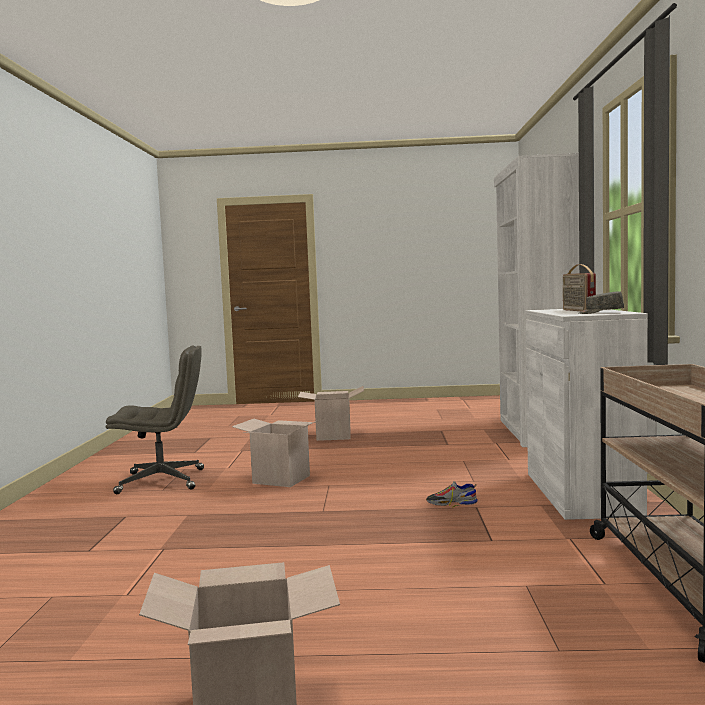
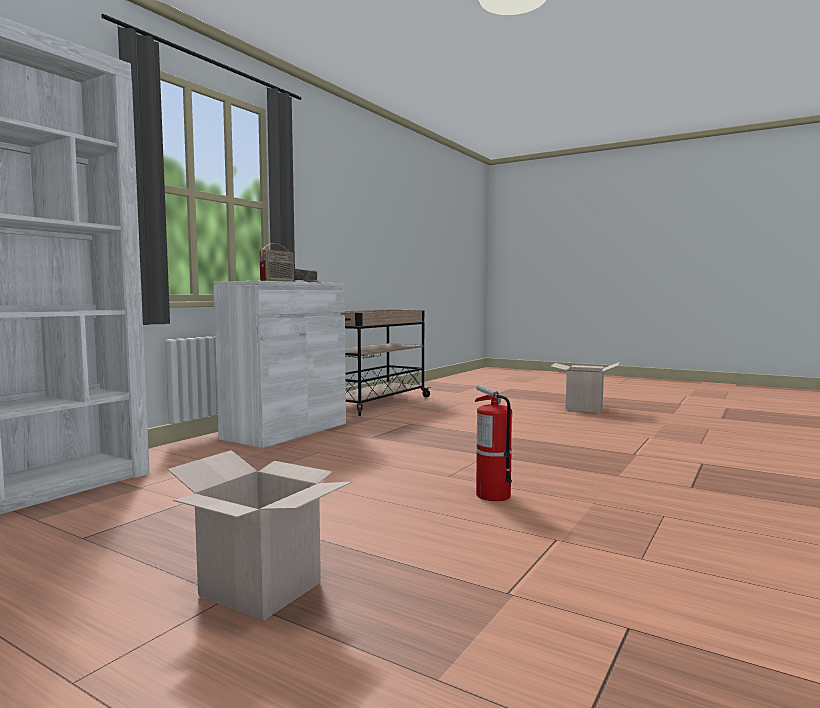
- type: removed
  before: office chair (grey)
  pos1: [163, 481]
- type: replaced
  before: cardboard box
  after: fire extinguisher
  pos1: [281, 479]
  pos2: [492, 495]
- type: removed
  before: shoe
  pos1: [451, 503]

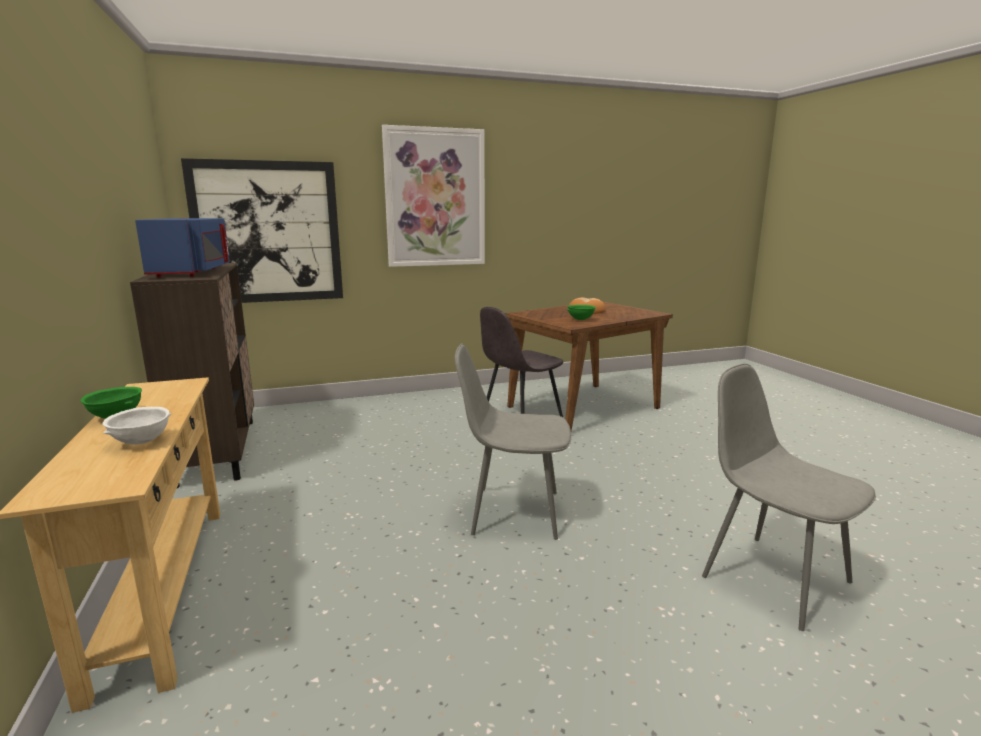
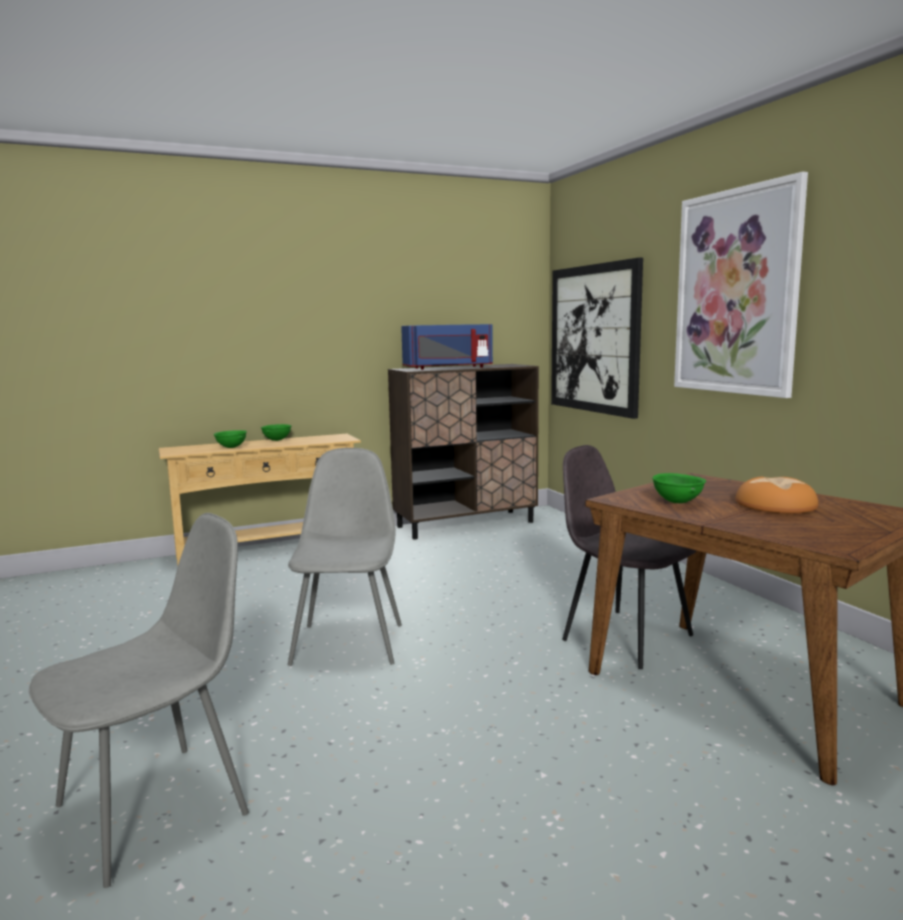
- type: recoloured
  before: bowl (white)
  after: bowl (green)
  pos1: [142, 442]
  pos2: [231, 447]

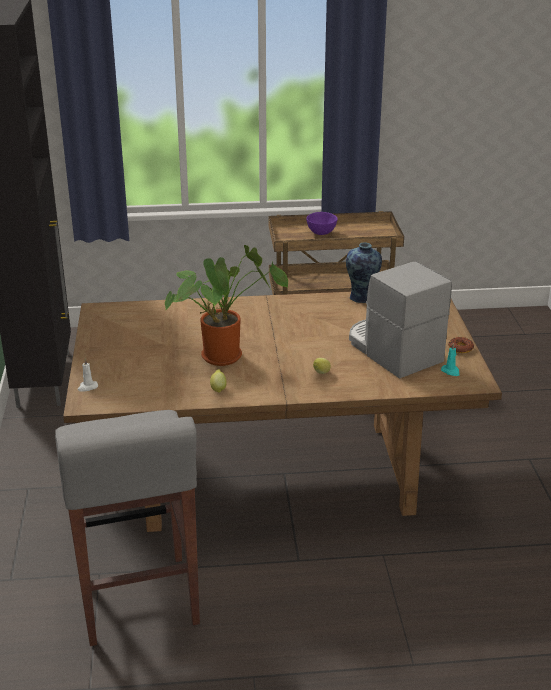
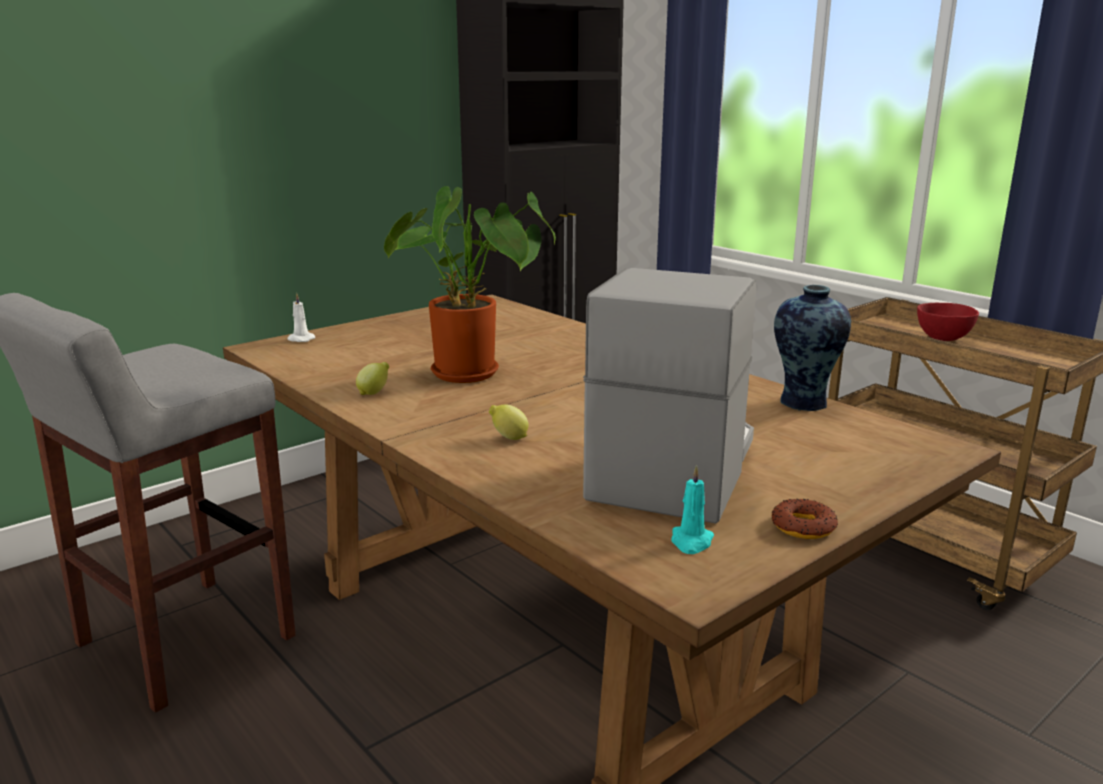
- type: recoloured
  before: bowl (purple)
  after: bowl (red)
  pos1: [322, 233]
  pos2: [943, 339]

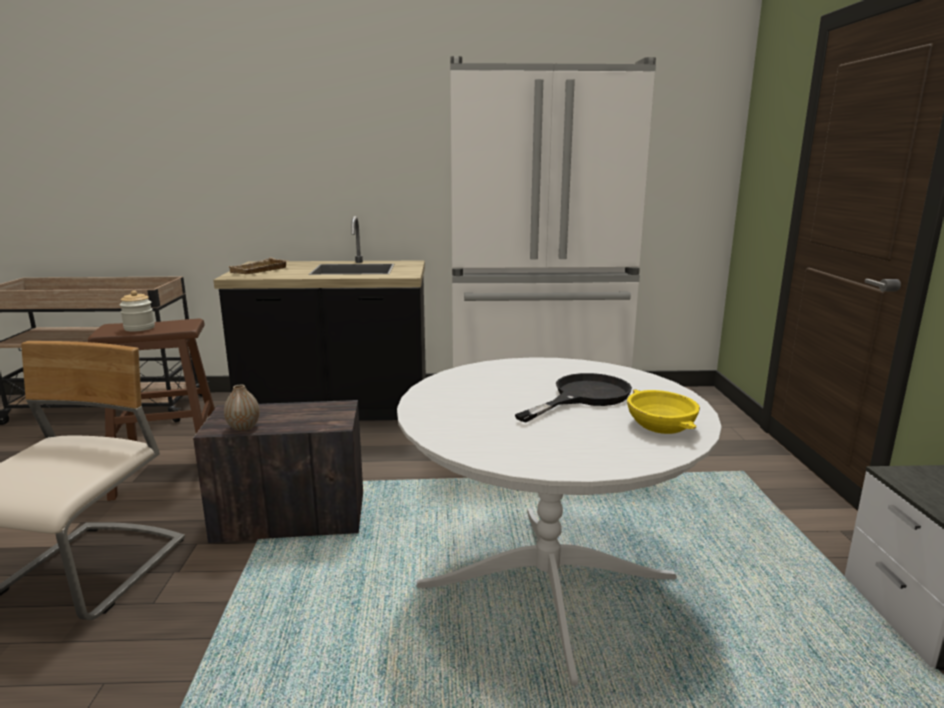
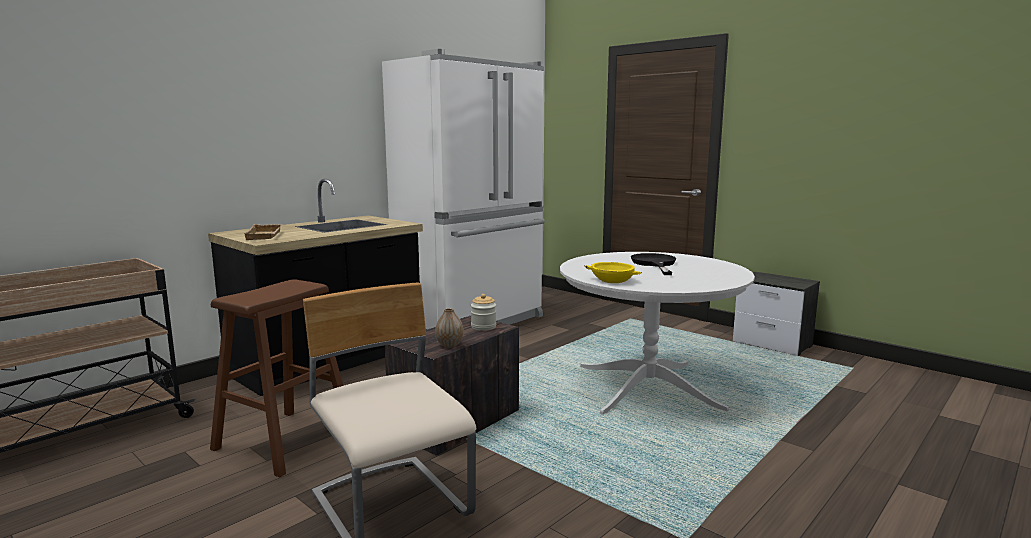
- type: moved
  before: jar
  pos1: [139, 328]
  pos2: [483, 327]
- type: moved
  before: bowl (yellow)
  pos1: [662, 426]
  pos2: [612, 280]

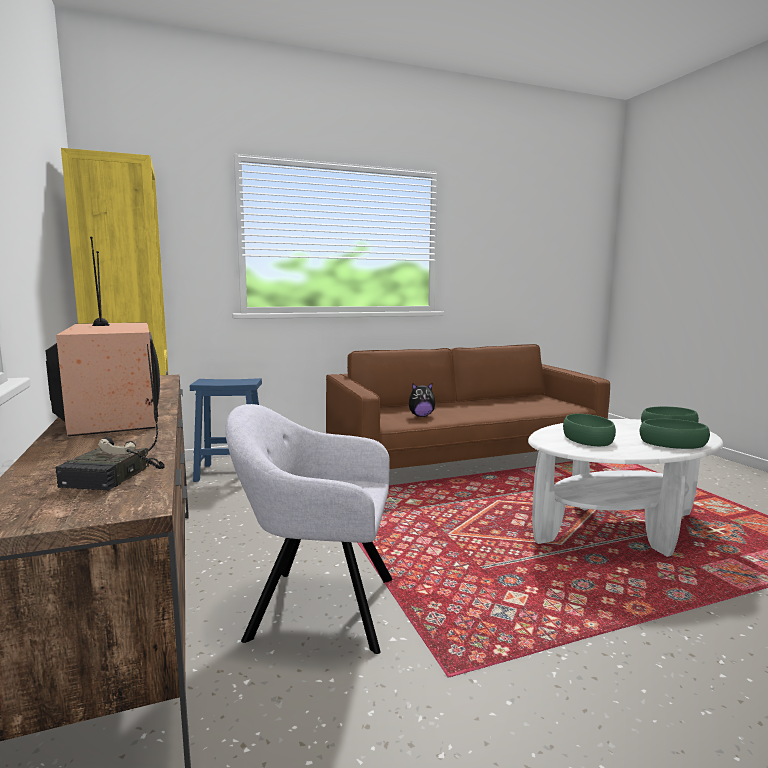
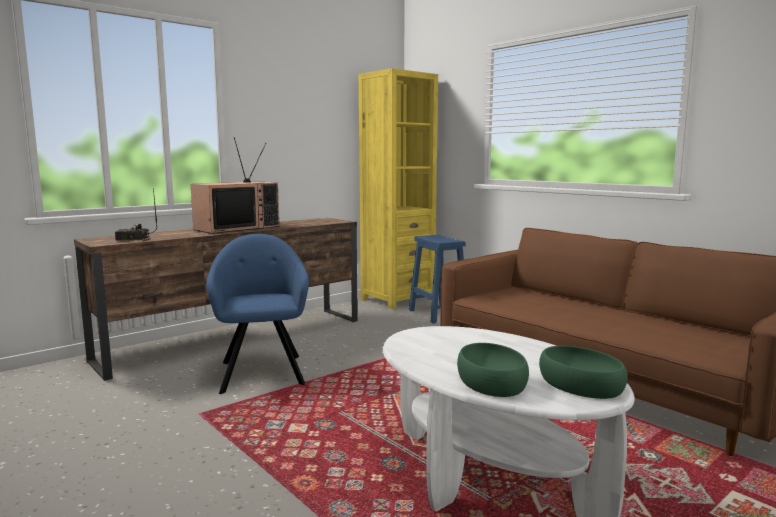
- type: removed
  before: plush toy
  pos1: [421, 416]
- type: recoloured
  before: armchair (grey)
  after: armchair (blue)
  pos1: [316, 607]
  pos2: [262, 371]
- type: removed
  before: bowl (green)
  pos1: [588, 438]

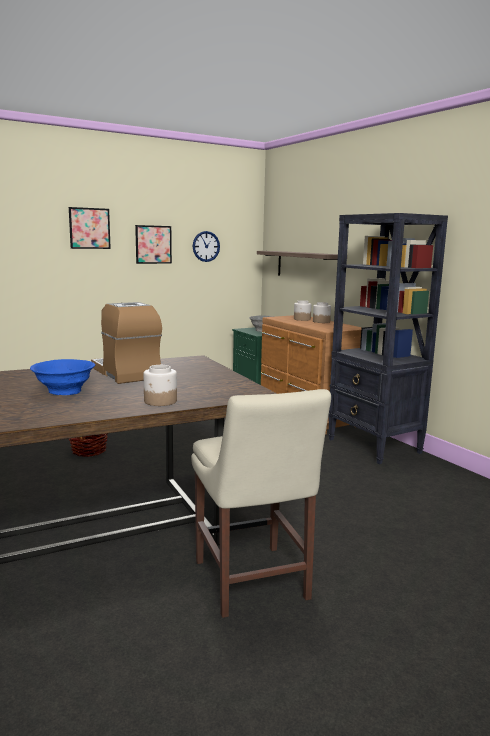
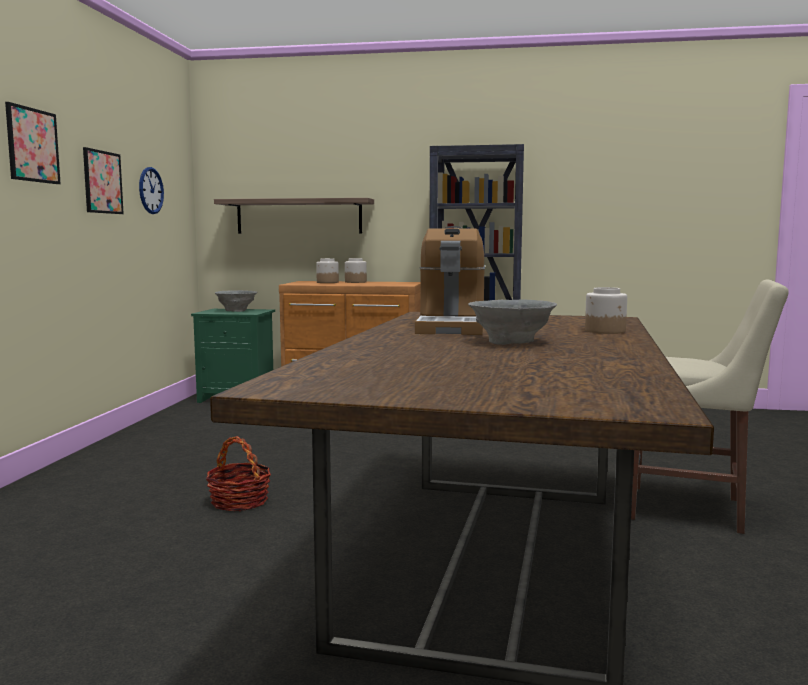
- type: turned
  before: coffee machine
  pos1: [126, 373]
  pos2: [451, 327]
  turn: -90
- type: recoloured
  before: bowl (blue)
  after: bowl (grey)
  pos1: [64, 392]
  pos2: [511, 342]

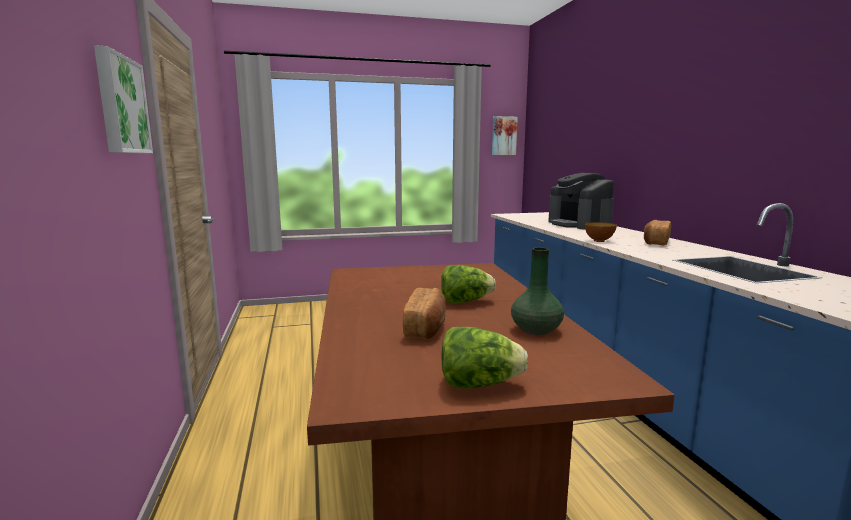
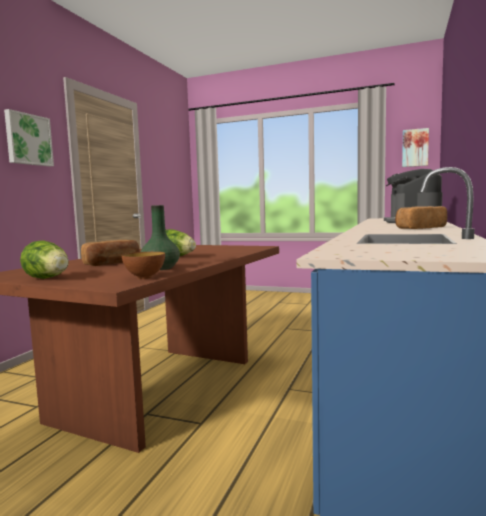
- type: moved
  before: bowl
  pos1: [599, 241]
  pos2: [145, 277]

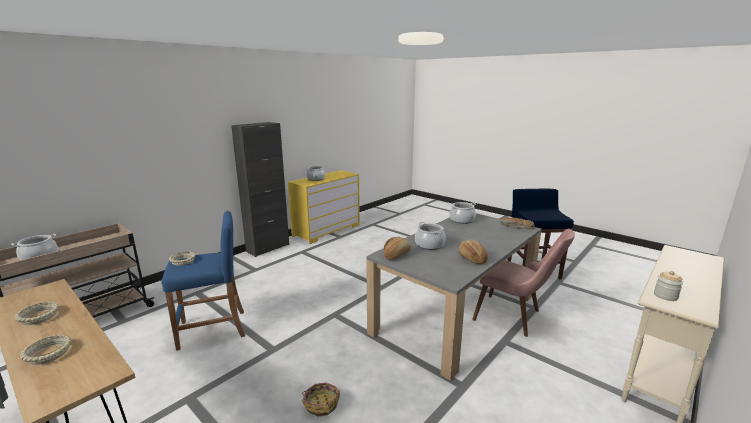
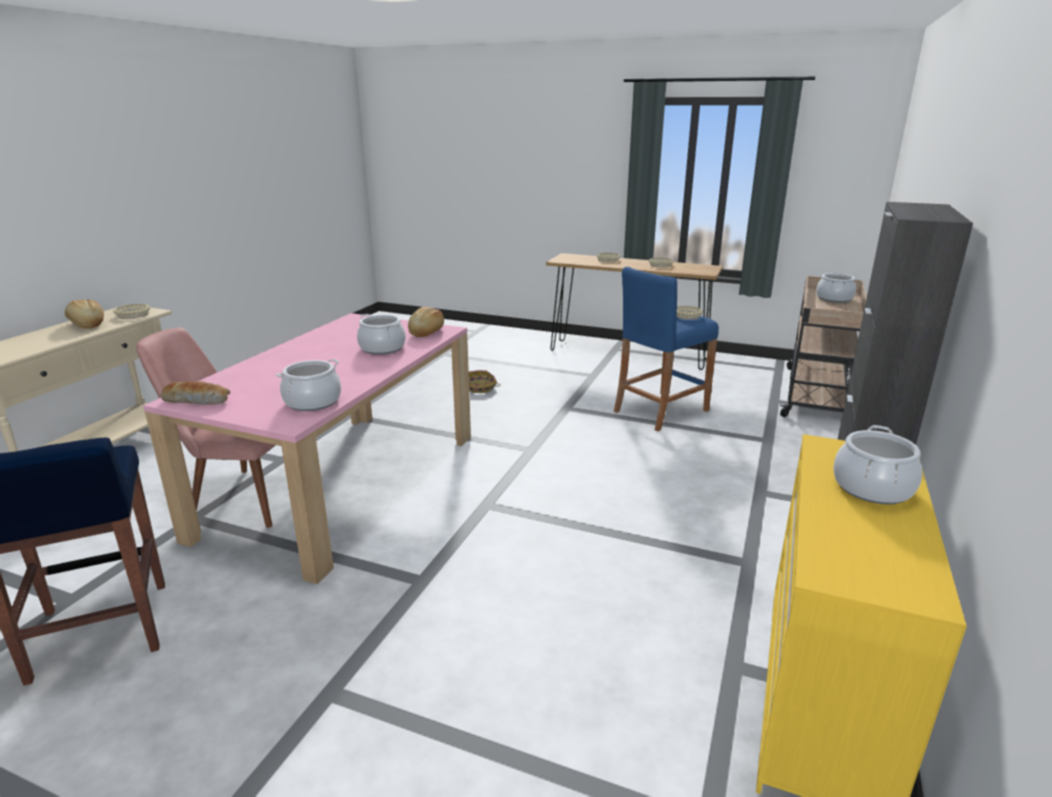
- type: recoloured
  before: dining table (grey)
  after: dining table (pink)
  pos1: [456, 313]
  pos2: [343, 483]
- type: moved
  before: bread
  pos1: [471, 258]
  pos2: [86, 325]
- type: replaced
  before: jar
  after: bowl (beige)
  pos1: [665, 296]
  pos2: [133, 315]

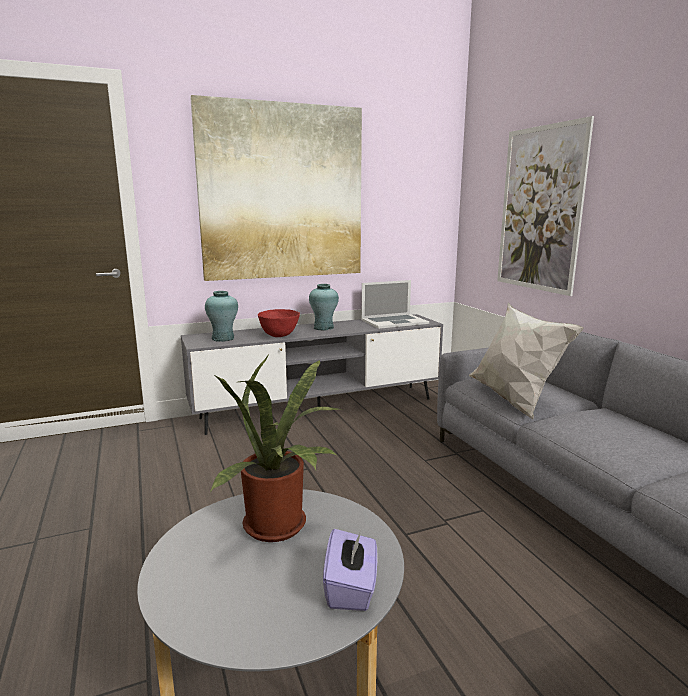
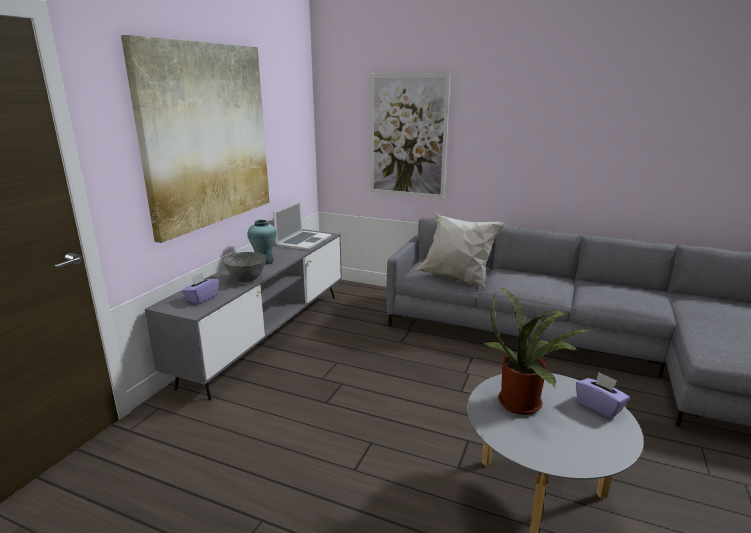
- type: replaced
  before: vase (turquoise)
  after: tissue box (purple)
  pos1: [223, 338]
  pos2: [202, 298]
- type: recoloured
  before: bowl (red)
  after: bowl (grey)
  pos1: [279, 336]
  pos2: [246, 280]

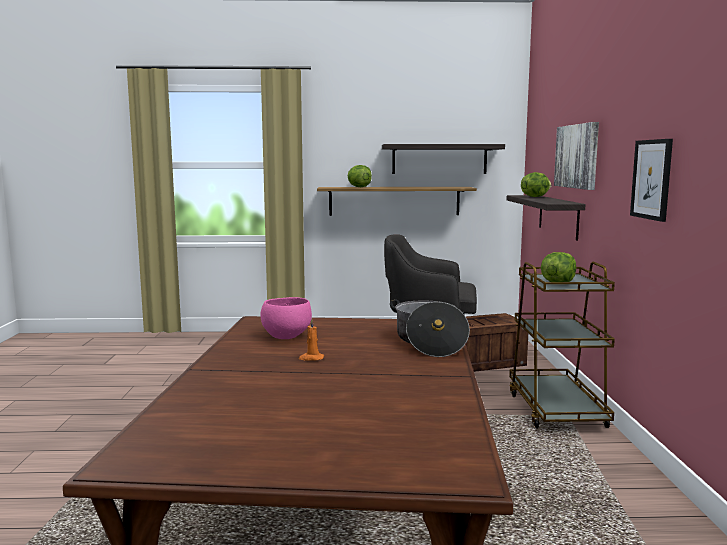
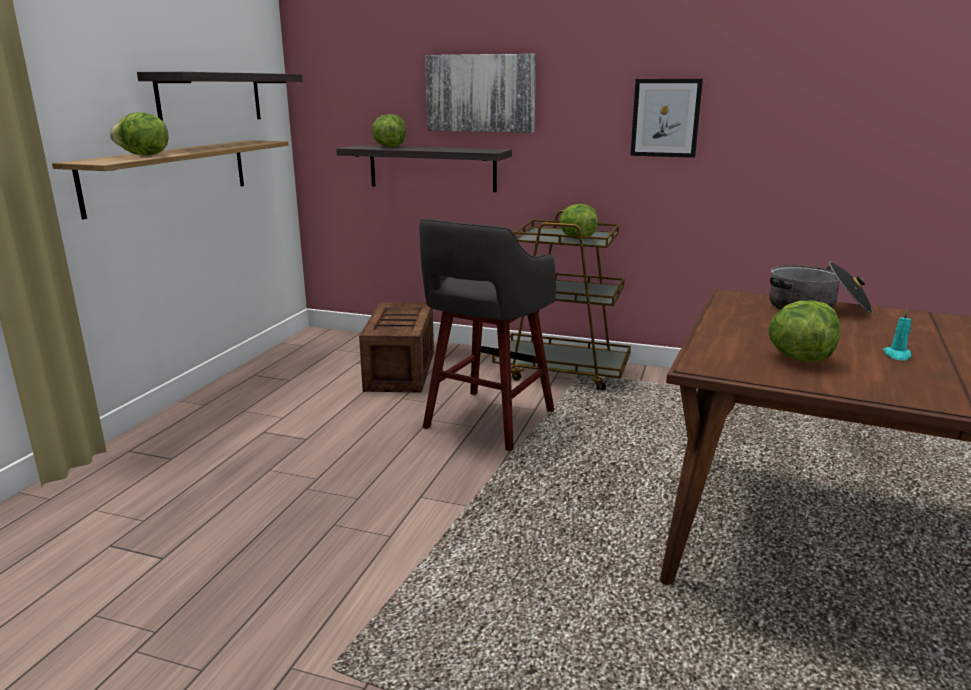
- type: replaced
  before: bowl (pink)
  after: lettuce
  pos1: [285, 336]
  pos2: [799, 358]
- type: recoloured
  before: candle (orange)
  after: candle (turquoise)
  pos1: [311, 358]
  pos2: [897, 355]

